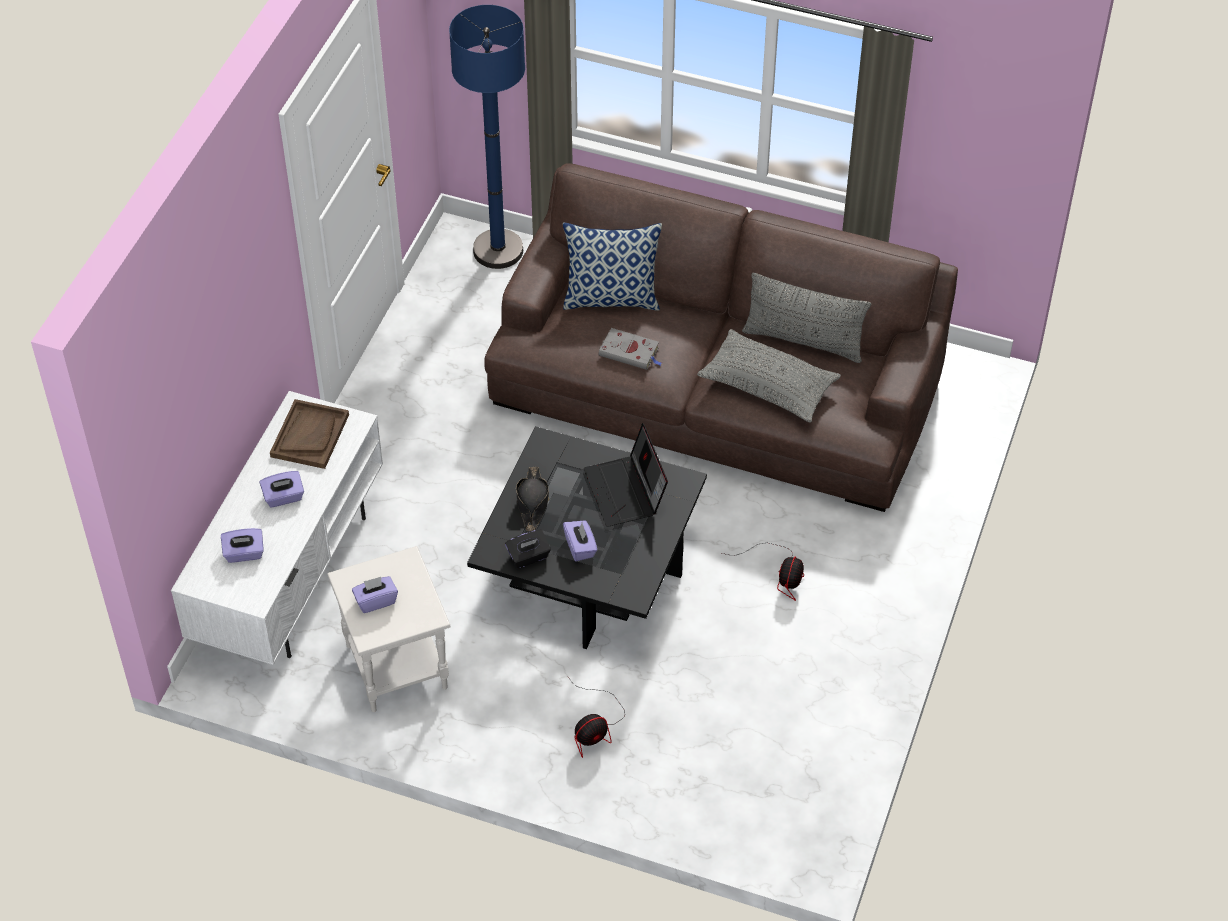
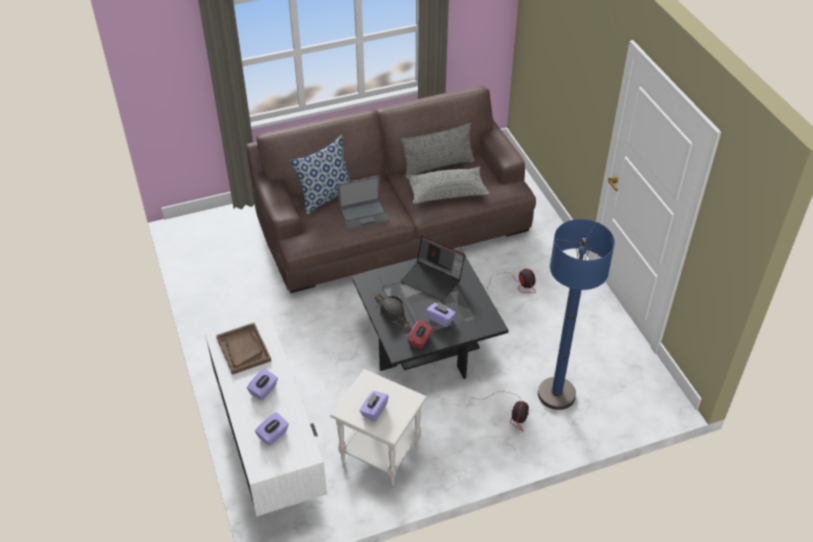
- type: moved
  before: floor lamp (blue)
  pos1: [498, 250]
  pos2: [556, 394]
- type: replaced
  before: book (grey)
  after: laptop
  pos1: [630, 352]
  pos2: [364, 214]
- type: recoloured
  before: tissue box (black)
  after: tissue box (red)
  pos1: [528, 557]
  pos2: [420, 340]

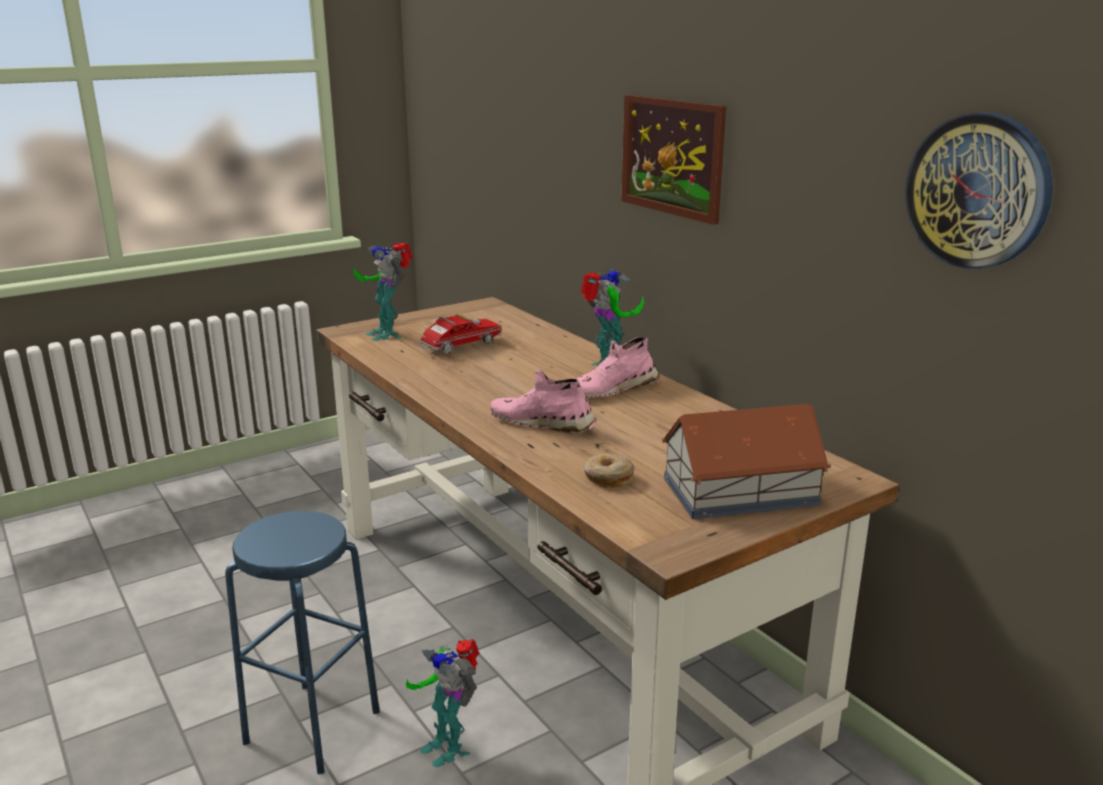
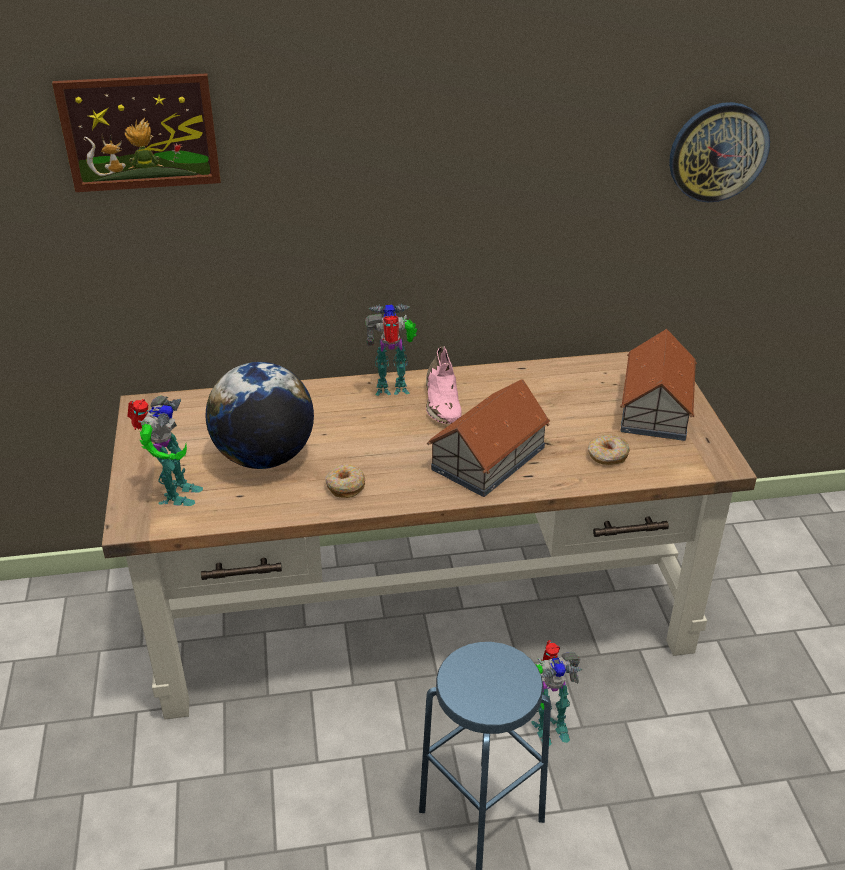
- type: moved
  before: picture
  pos1: [672, 157]
  pos2: [140, 132]
- type: turned
  before: toy robot
  pos1: [387, 333]
  pos2: [175, 494]
  turn: -75
- type: replaced
  before: toy truck
  after: globe
  pos1: [458, 347]
  pos2: [264, 457]
- type: replaced
  before: shoe (pink)
  after: toy house
  pos1: [543, 423]
  pos2: [489, 457]
- type: added
  after: donut
  pos2: [345, 486]

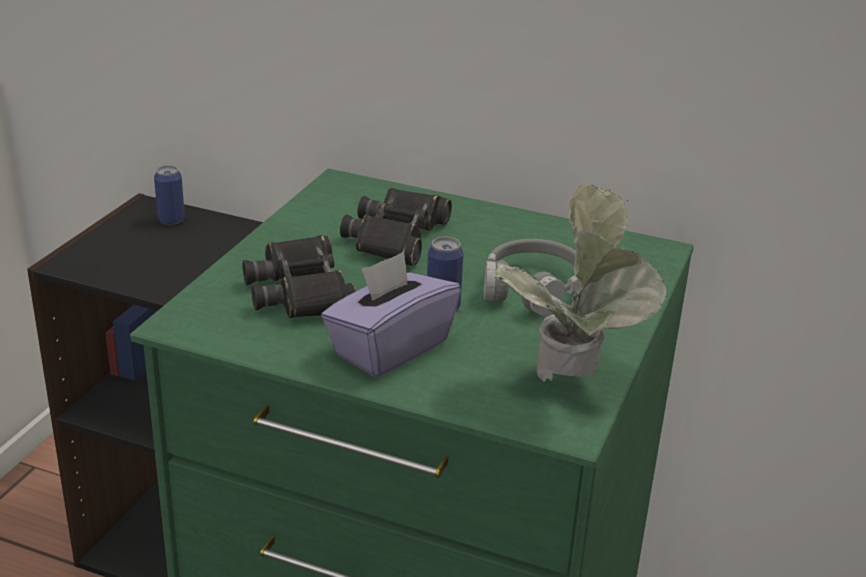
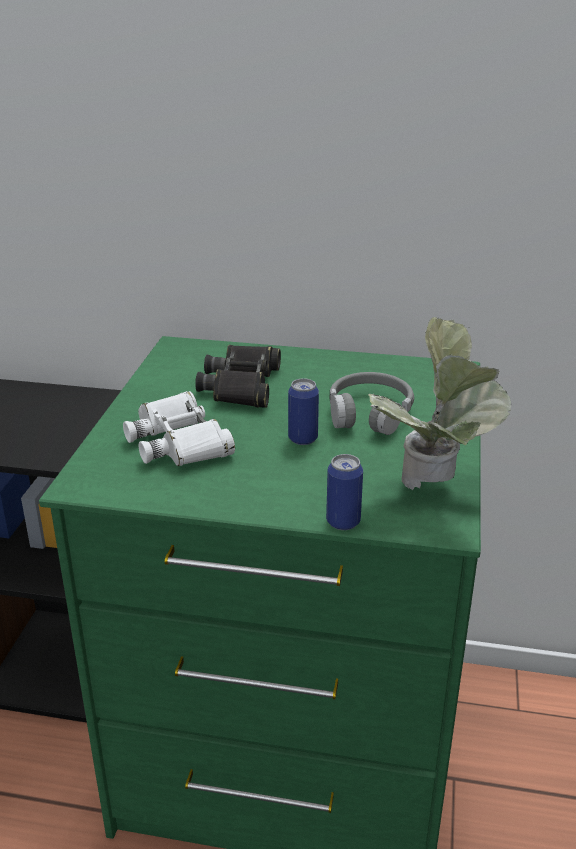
- type: moved
  before: can
  pos1: [171, 220]
  pos2: [343, 522]
- type: recoloured
  before: binoculars (black)
  after: binoculars (white)
  pos1: [301, 291]
  pos2: [178, 441]
- type: removed
  before: tissue box (purple)
  pos1: [389, 348]

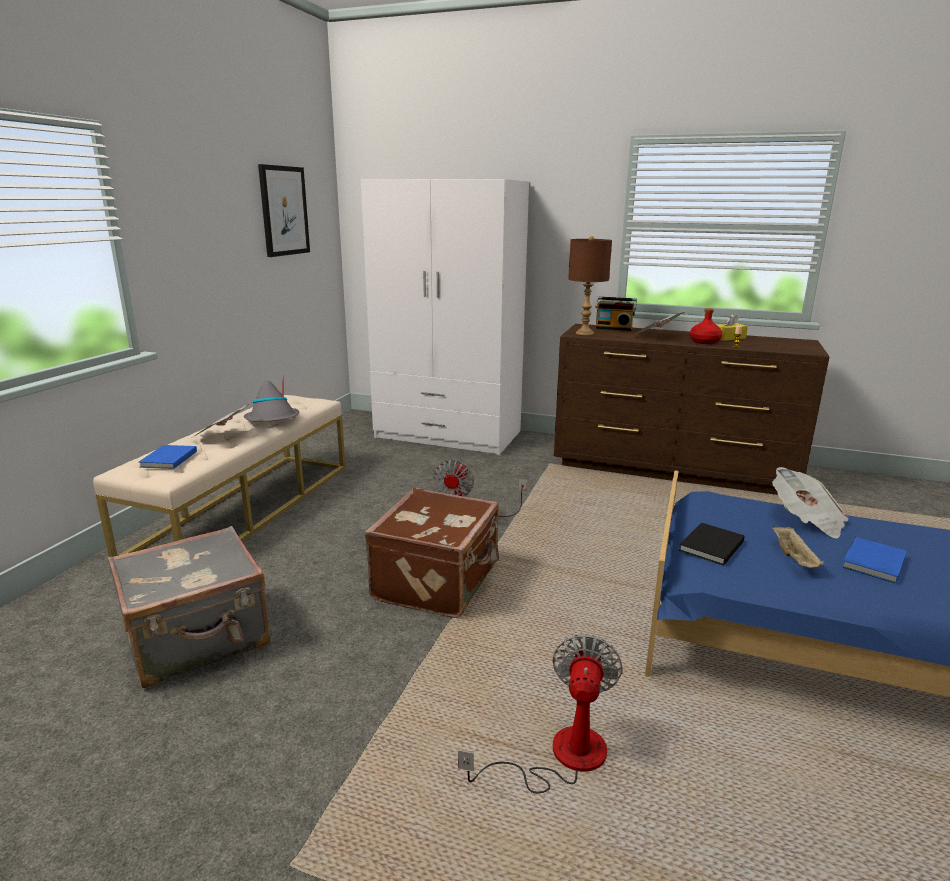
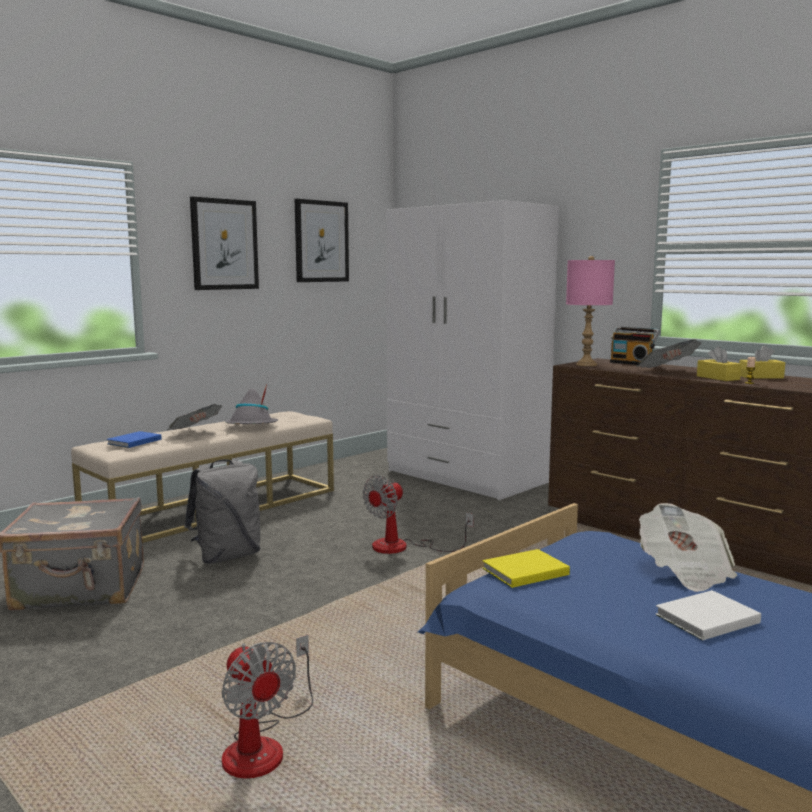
- type: recoloured
  before: table lamp (brown)
  after: table lamp (pink)
  pos1: [585, 333]
  pos2: [586, 364]
- type: replaced
  before: bottle (red)
  after: tissue box (yellow)
  pos1: [705, 342]
  pos2: [718, 378]
- type: removed
  before: suitcase (brown)
  pos1: [438, 582]
- type: recoloured
  before: book (black)
  after: book (yellow)
  pos1: [709, 546]
  pos2: [523, 571]
- type: removed
  before: tray (beige)
  pos1: [794, 558]
- type: recoloured
  before: book (blue)
  after: book (white)
  pos1: [872, 562]
  pos2: [704, 618]
- type: turned
  before: fan
  pos1: [560, 757]
  pos2: [263, 745]
  turn: 105
- type: added
  after: picture
  pos2: [224, 244]
- type: added
  after: backpack (grey)
  pos2: [227, 556]

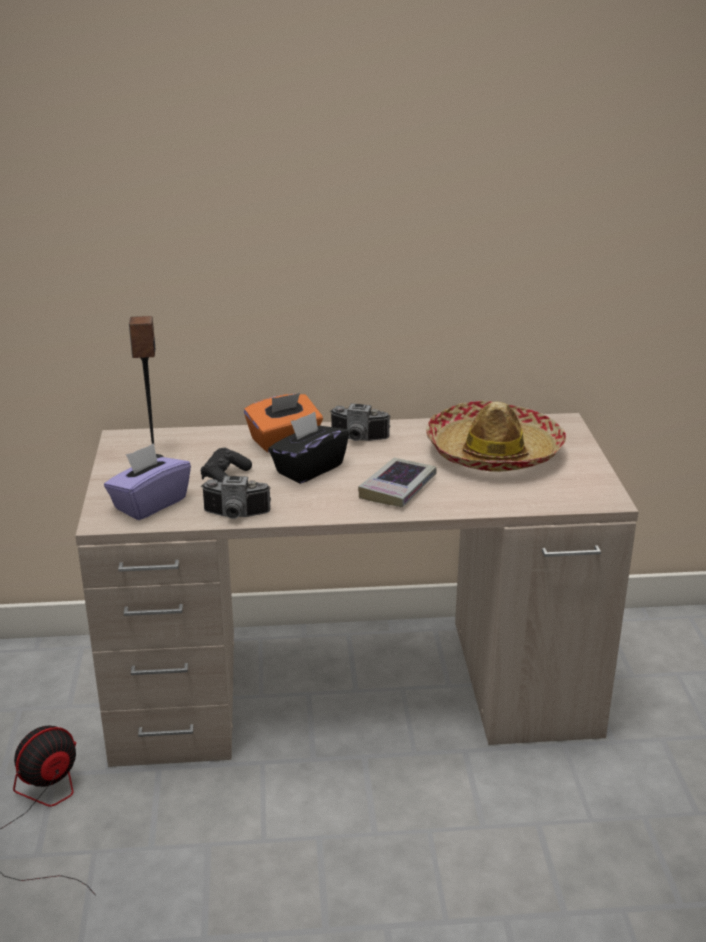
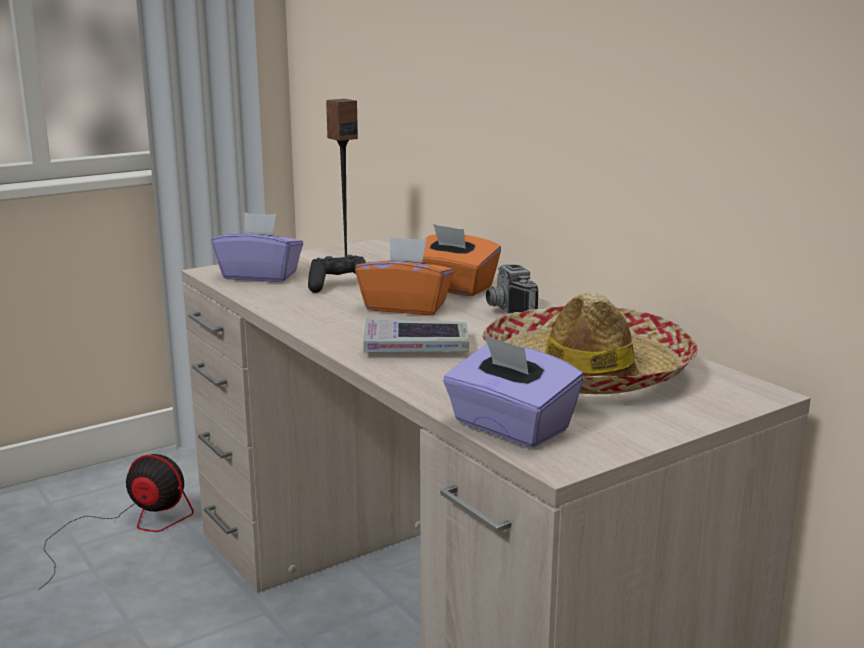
- type: recoloured
  before: tissue box (black)
  after: tissue box (orange)
  pos1: [308, 469]
  pos2: [406, 307]
- type: removed
  before: photo camera
  pos1: [235, 516]
- type: added
  after: tissue box (purple)
  pos2: [510, 427]

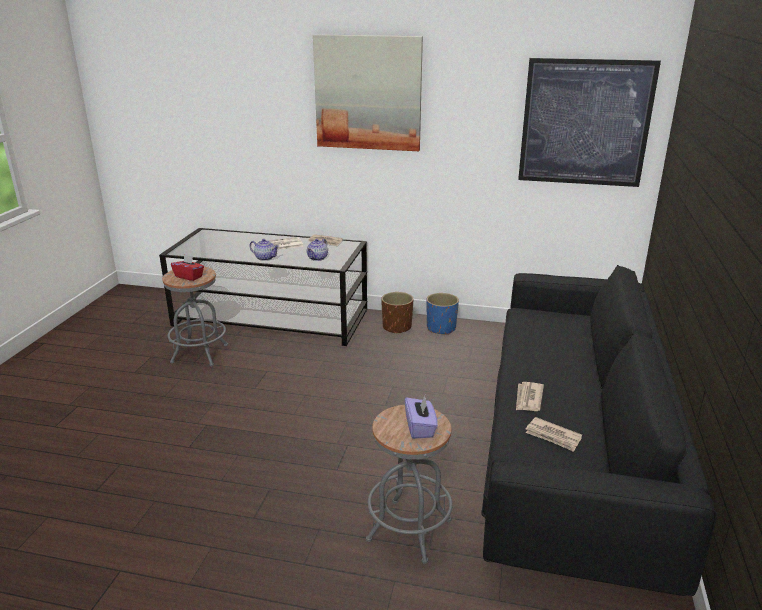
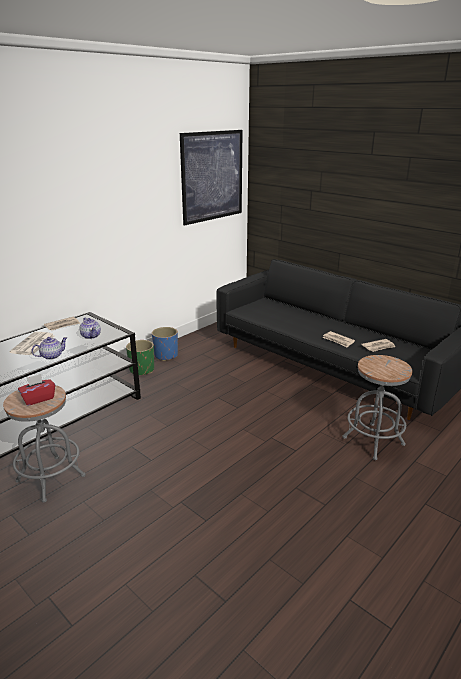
- type: removed
  before: picture
  pos1: [368, 93]
- type: recoloured
  before: planter (brown)
  after: planter (green)
  pos1: [397, 327]
  pos2: [141, 370]
- type: removed
  before: tissue box (purple)
  pos1: [420, 428]

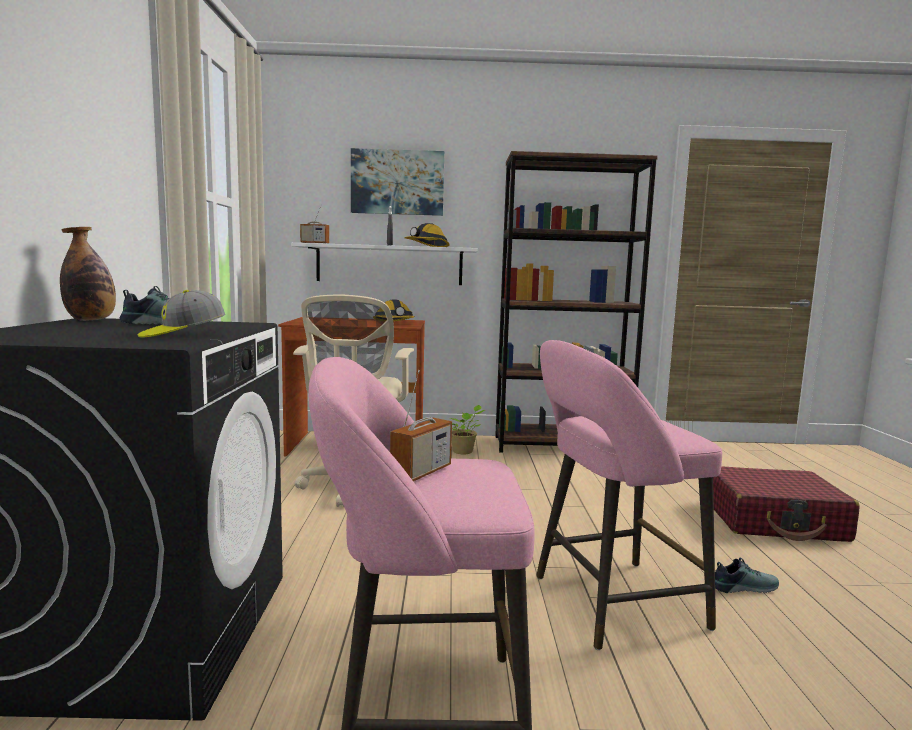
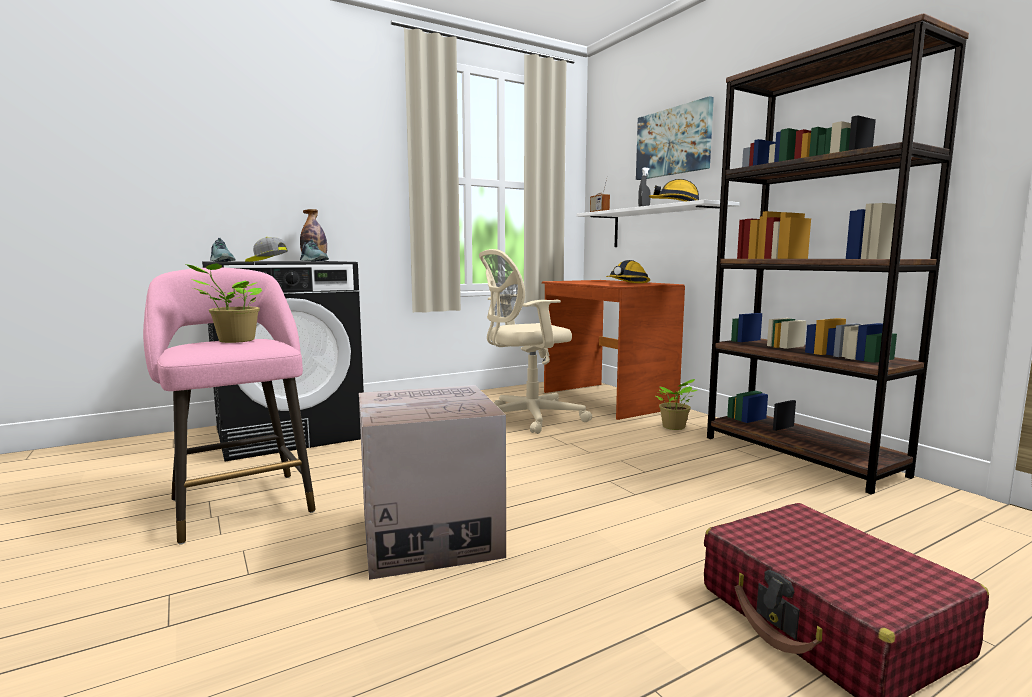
- type: replaced
  before: stool (pink)
  after: cardboard box
  pos1: [609, 603]
  pos2: [430, 536]
- type: replaced
  before: radio
  after: potted plant
  pos1: [421, 472]
  pos2: [233, 341]
- type: moved
  before: shoe
  pos1: [742, 586]
  pos2: [223, 261]

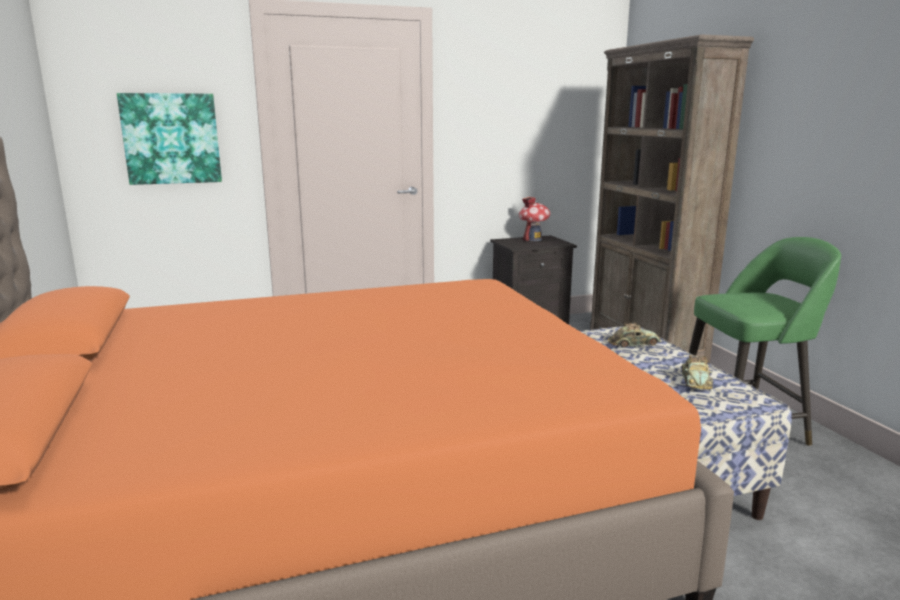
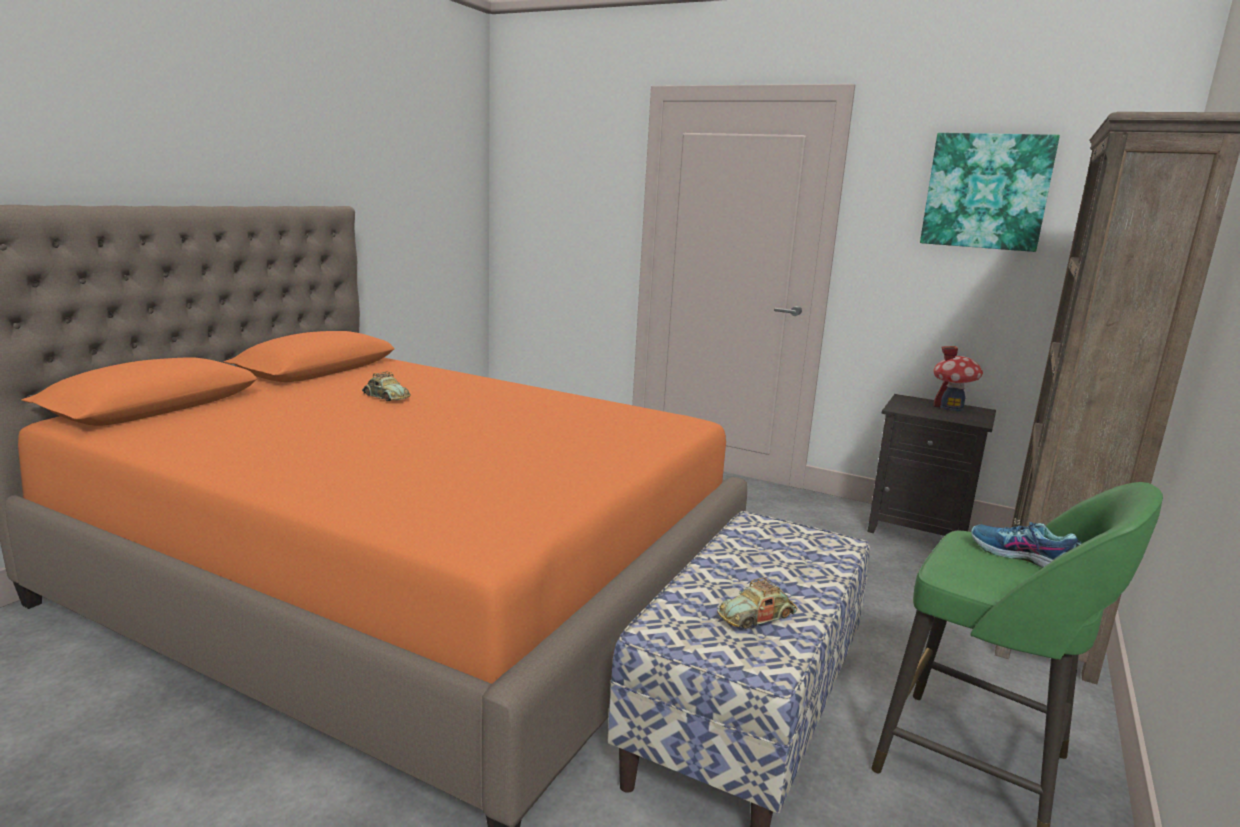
- type: moved
  before: picture
  pos1: [171, 139]
  pos2: [986, 191]
- type: moved
  before: toy car
  pos1: [633, 344]
  pos2: [385, 397]
- type: added
  after: shoe
  pos2: [1022, 557]

